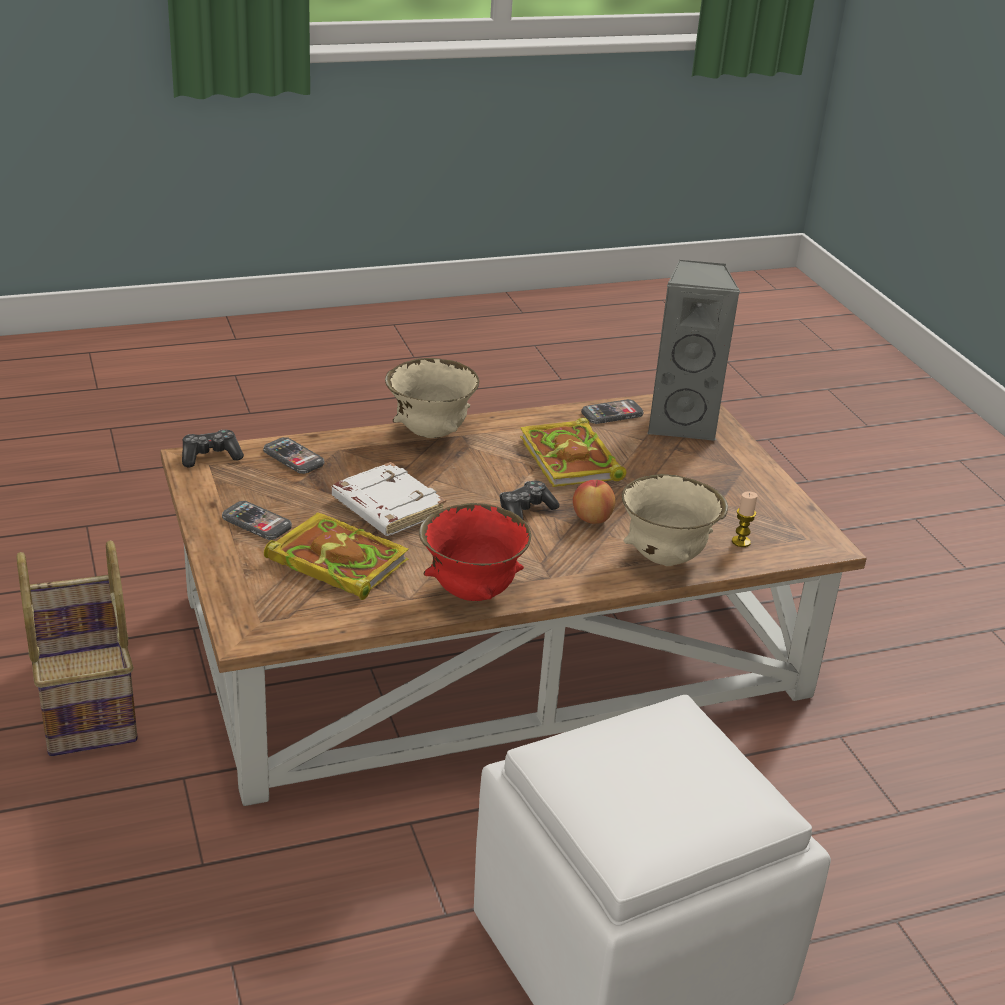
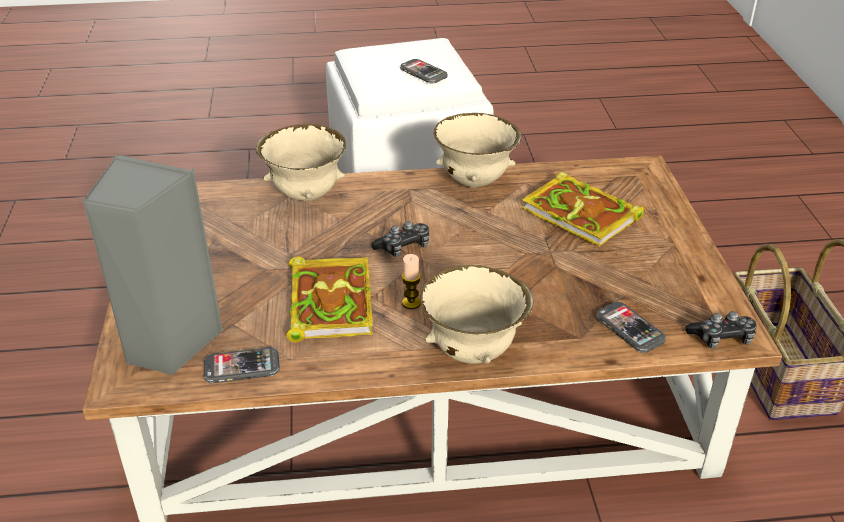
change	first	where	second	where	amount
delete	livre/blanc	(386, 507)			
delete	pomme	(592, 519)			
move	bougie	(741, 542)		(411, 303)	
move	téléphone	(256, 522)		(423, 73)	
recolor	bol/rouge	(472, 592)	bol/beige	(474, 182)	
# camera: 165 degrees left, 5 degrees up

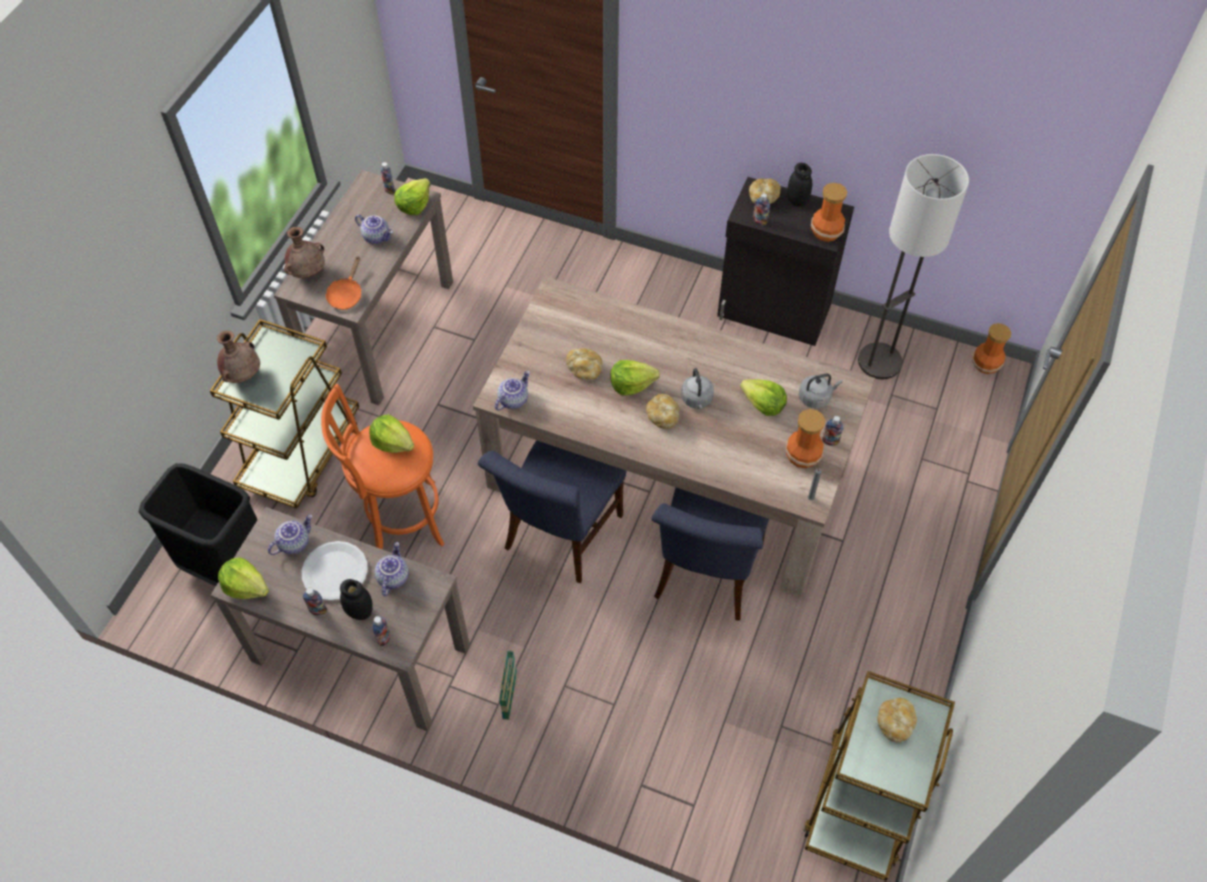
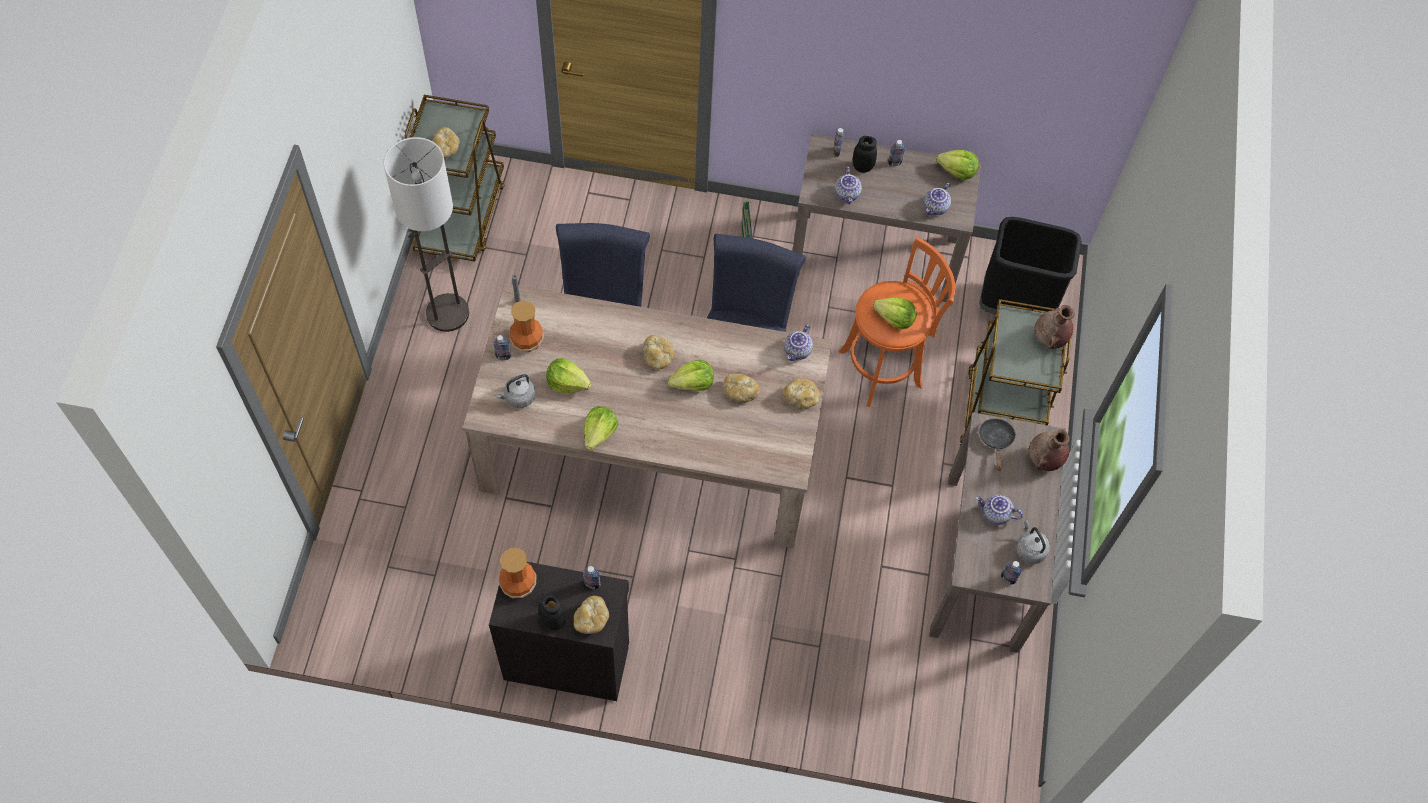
change	first	where	second	where	amount
move	lampadaire	(879, 361)		(447, 313)	
move	laitue	(414, 205)		(599, 433)	
recolor	poêle/orange	(346, 294)	poêle/noir	(996, 440)	
delete	vase	(987, 364)			
move	bouilloire/gris	(697, 400)		(1029, 549)	
delete	assiette/blanc	(335, 571)			
insert			pain	(801, 397)	
# camera: 165 degrees right, 5 degrees up

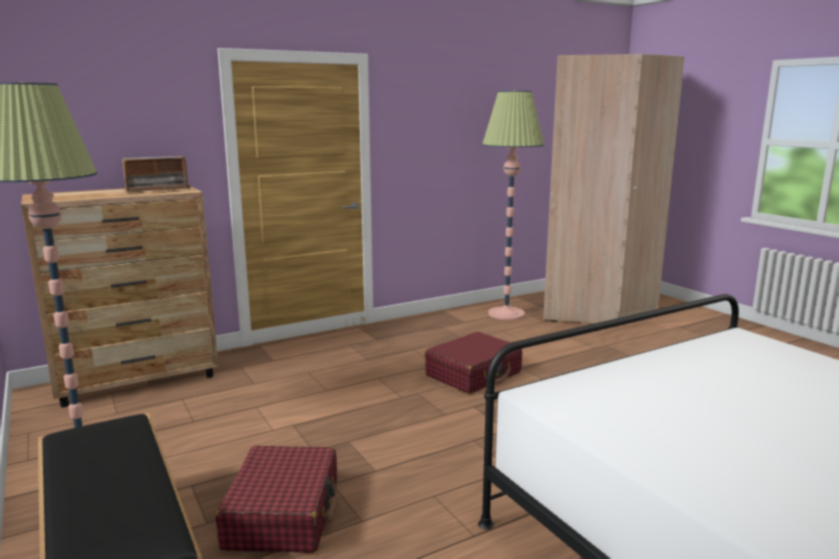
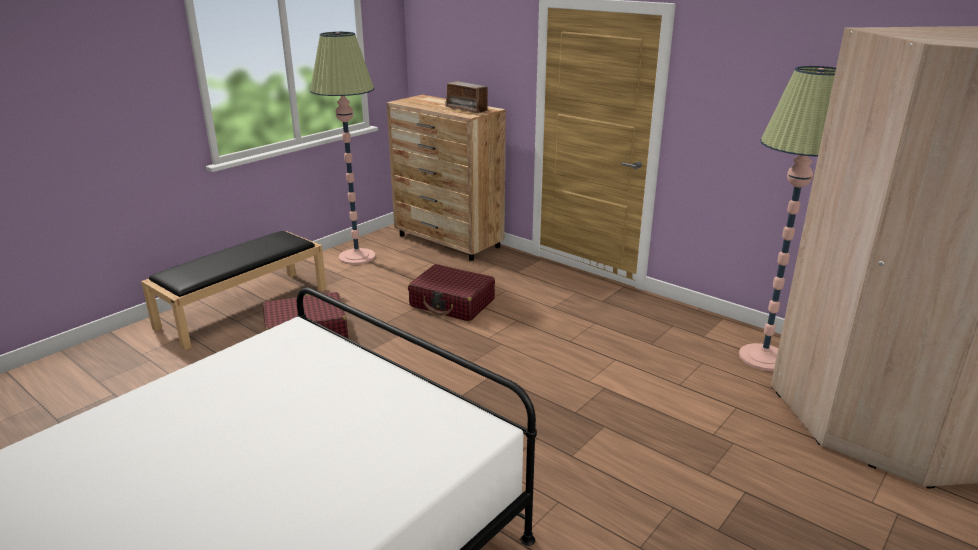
change	first	where	second	where	amount
move	valise/rouge	(474, 374)		(452, 303)	
# camera: 70 degrees right, 10 degrees up

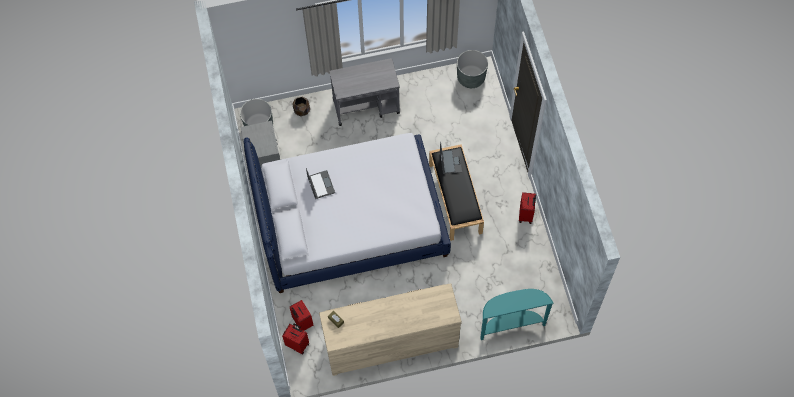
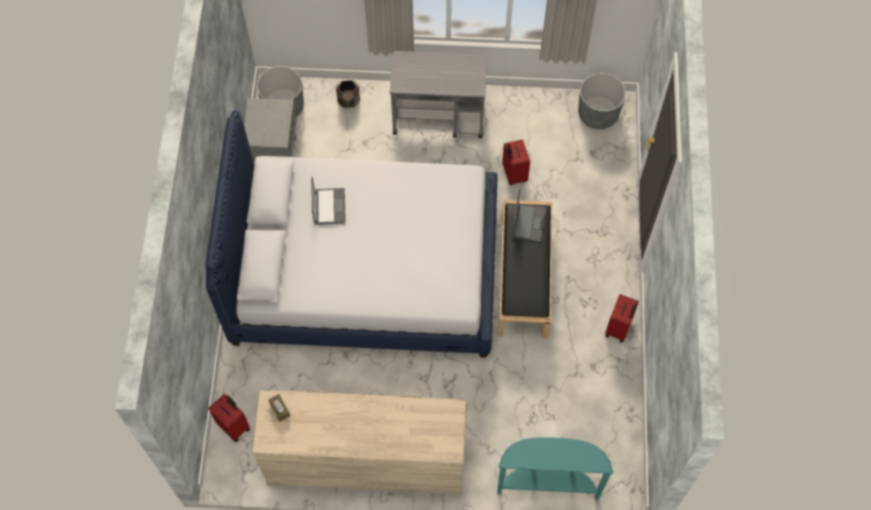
change	first	where	second	where	amount
move	valise/rouge	(302, 322)		(513, 174)	
# camera: 15 degrees right, 0 degrees up

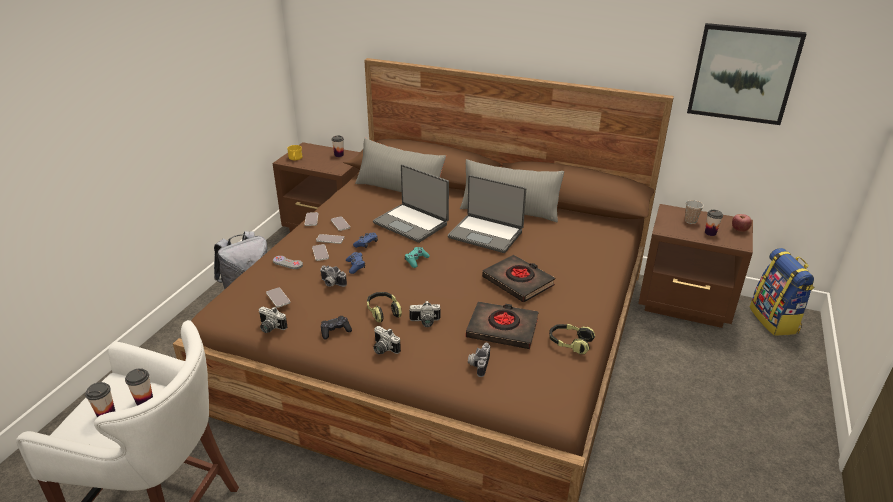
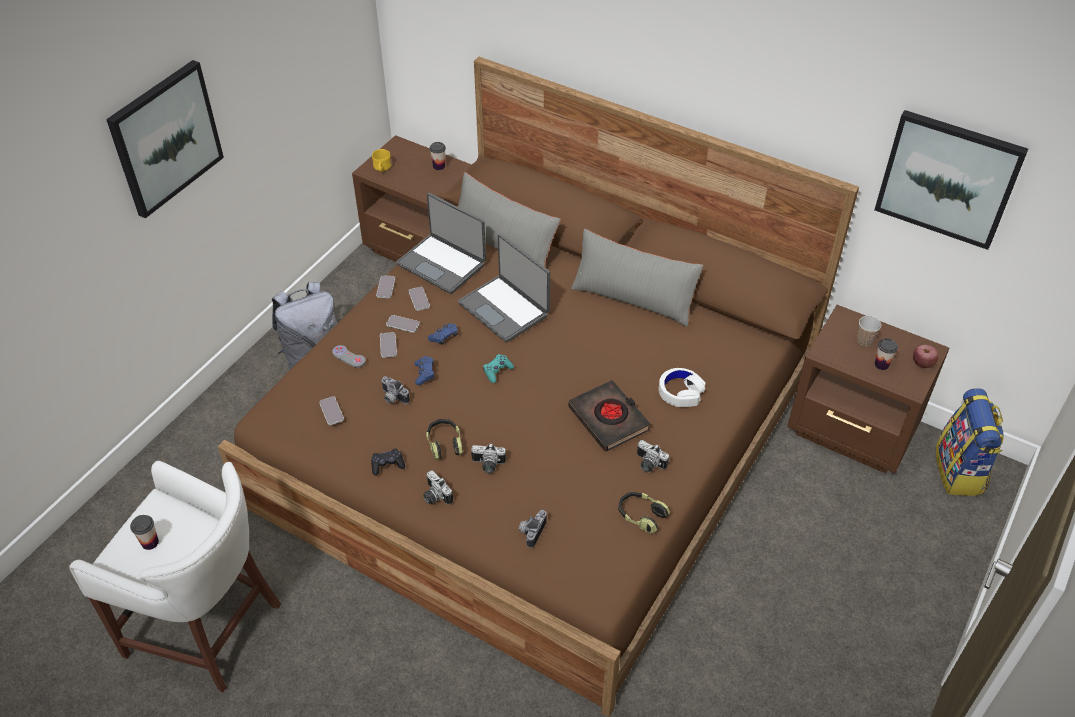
change	first	where	second	where	amount
move	ordinateur portable	(486, 234)		(442, 264)	
delete	livre/noir	(502, 329)			
move	appareil photo	(270, 328)		(648, 464)	
delete	tasse	(144, 400)			
insert			tableau	(165, 138)	
insert			casque audio/blanc	(680, 392)	
# camera: 10 degrees right, 15 degrees up

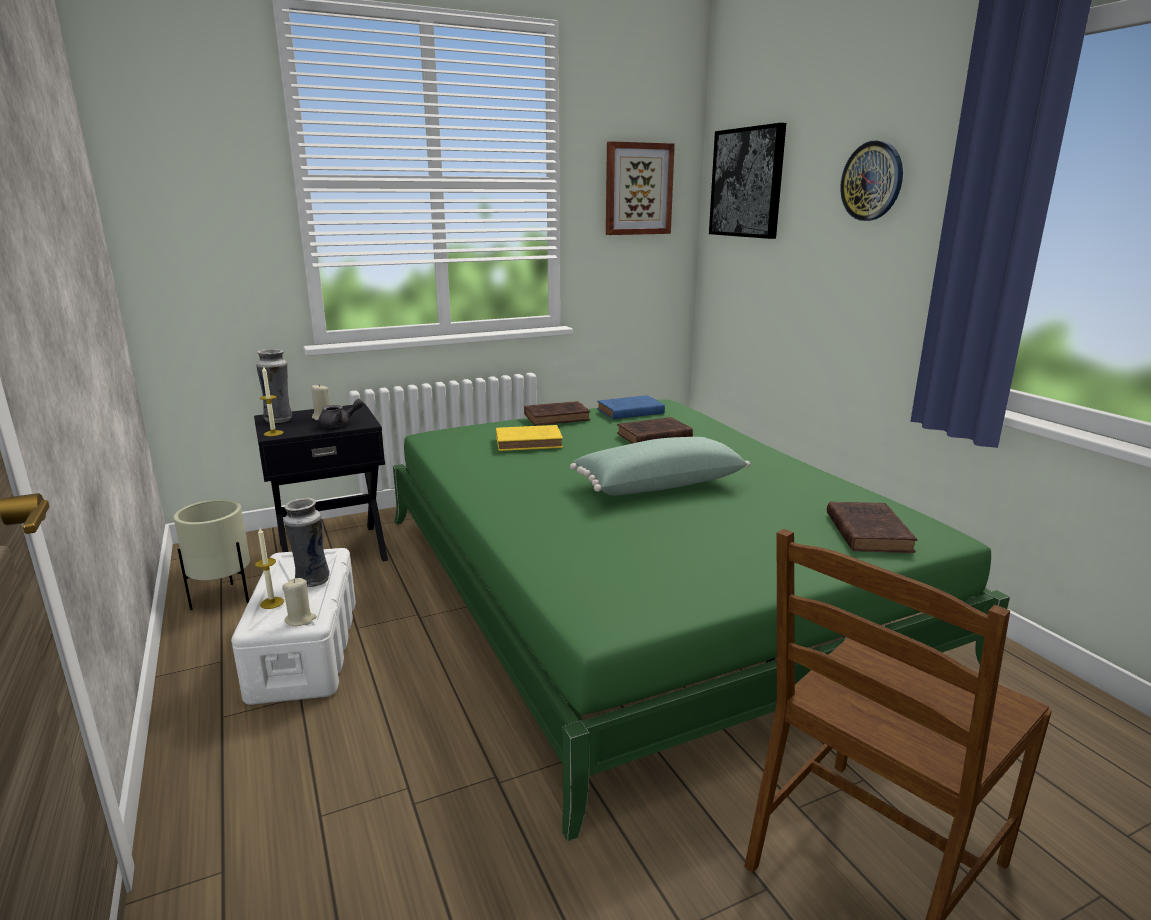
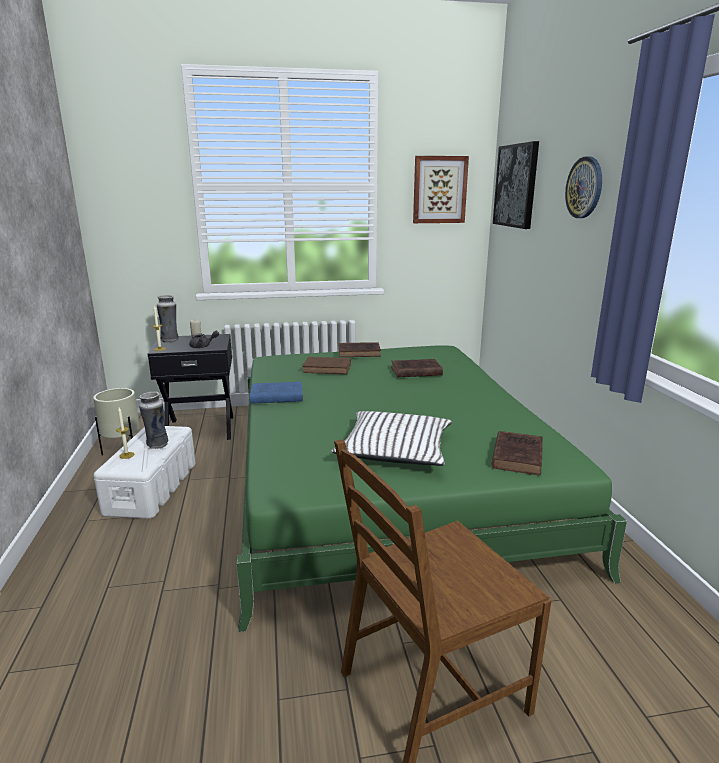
change	first	where	second	where	amount
move	livre/bleu	(628, 412)		(275, 396)	
recolor	livre/jaune	(530, 442)	livre/marron	(328, 368)	
delete	coussin/vert	(658, 484)			
delete	bougie/beige	(300, 619)			
insert			coussin/blanc	(395, 449)	
# camera: 15 degrees right, 0 degrees up

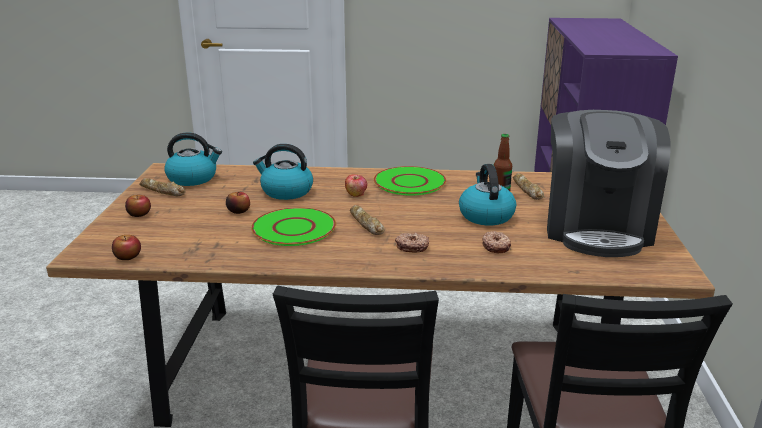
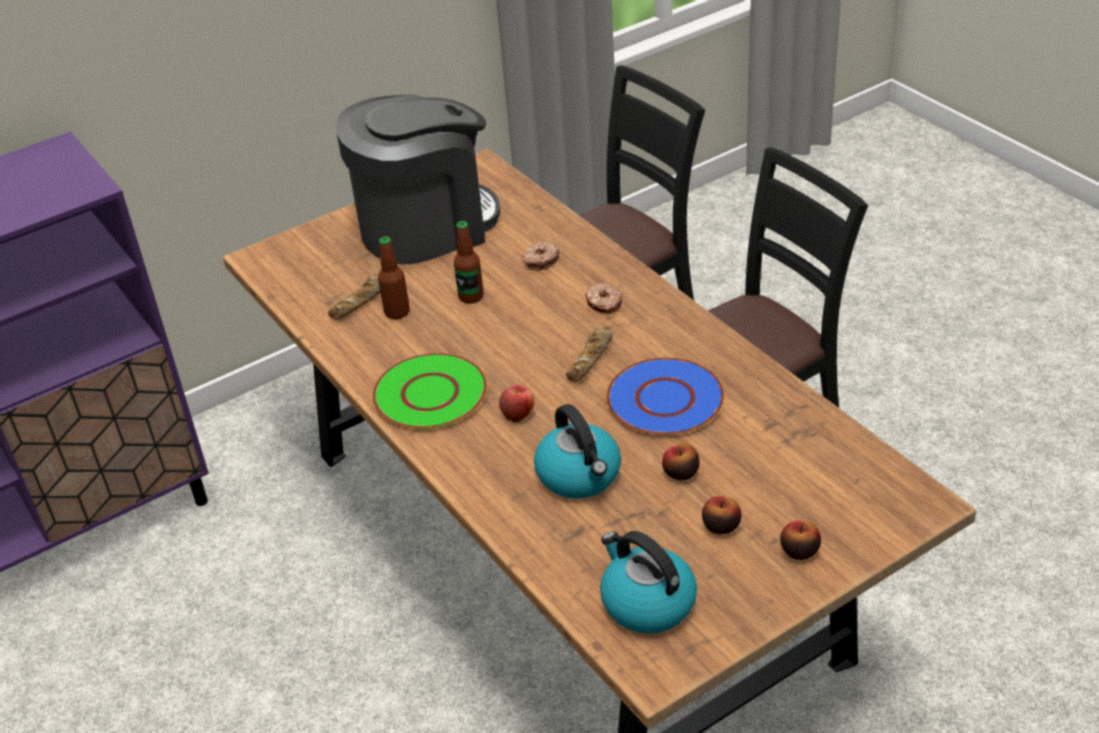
change	first	where	second	where	amount
replace	bouilloire	(485, 215)	bouteille	(471, 297)	
delete	pain	(162, 191)			
recolor	assiette/vert	(294, 228)	assiette/bleu	(665, 399)	
move	pomme	(128, 256)		(721, 525)	
# camera: 125 degrees left, 15 degrees up

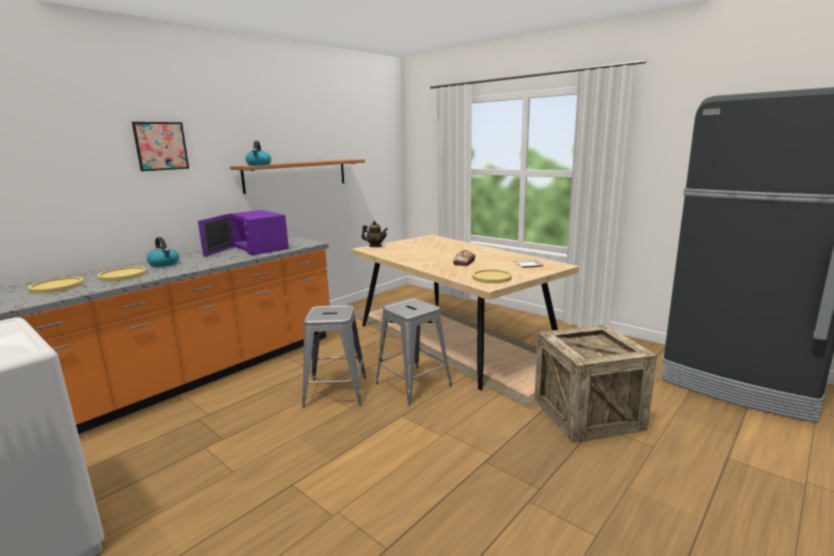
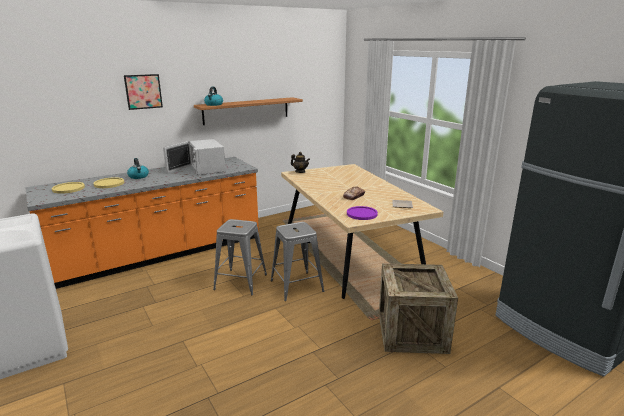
change	first	where	second	where	amount
recolor	micro-ondes/violet	(256, 248)	micro-ondes/blanc	(205, 168)	
recolor	assiette/jaune	(491, 277)	assiette/violet	(362, 214)	
# camera: 15 degrees right, 5 degrees up

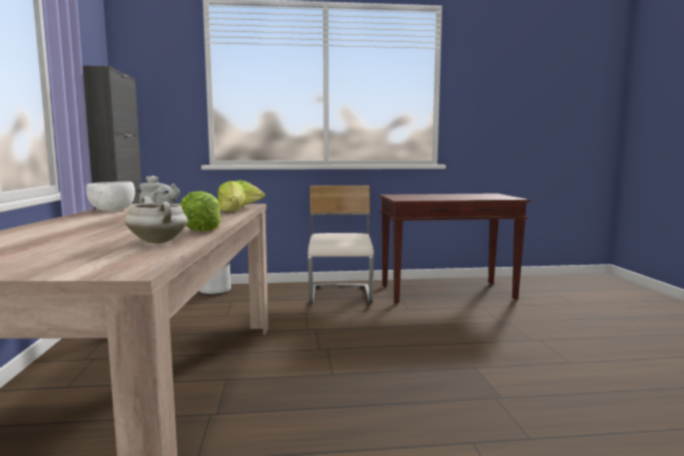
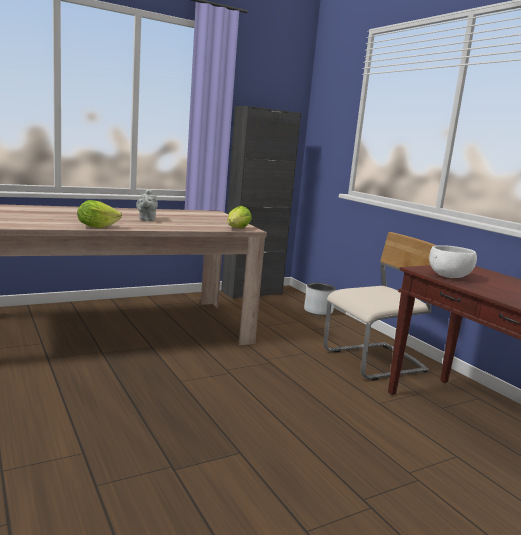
change	first	where	second	where	amount
delete	laitue	(232, 211)			
move	bol/blanc	(113, 210)		(449, 276)	
delete	marmite/blanc	(159, 242)			
# camera: 65 degrees right, 5 degrees up

